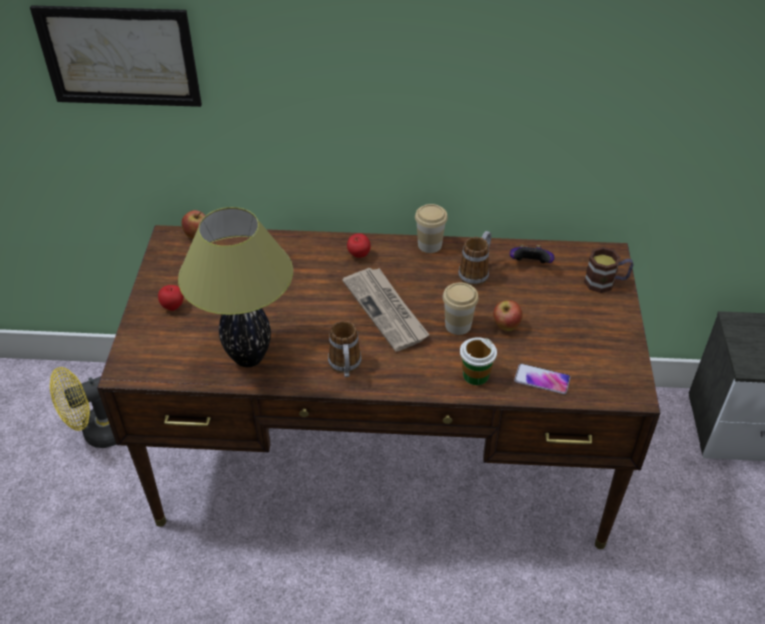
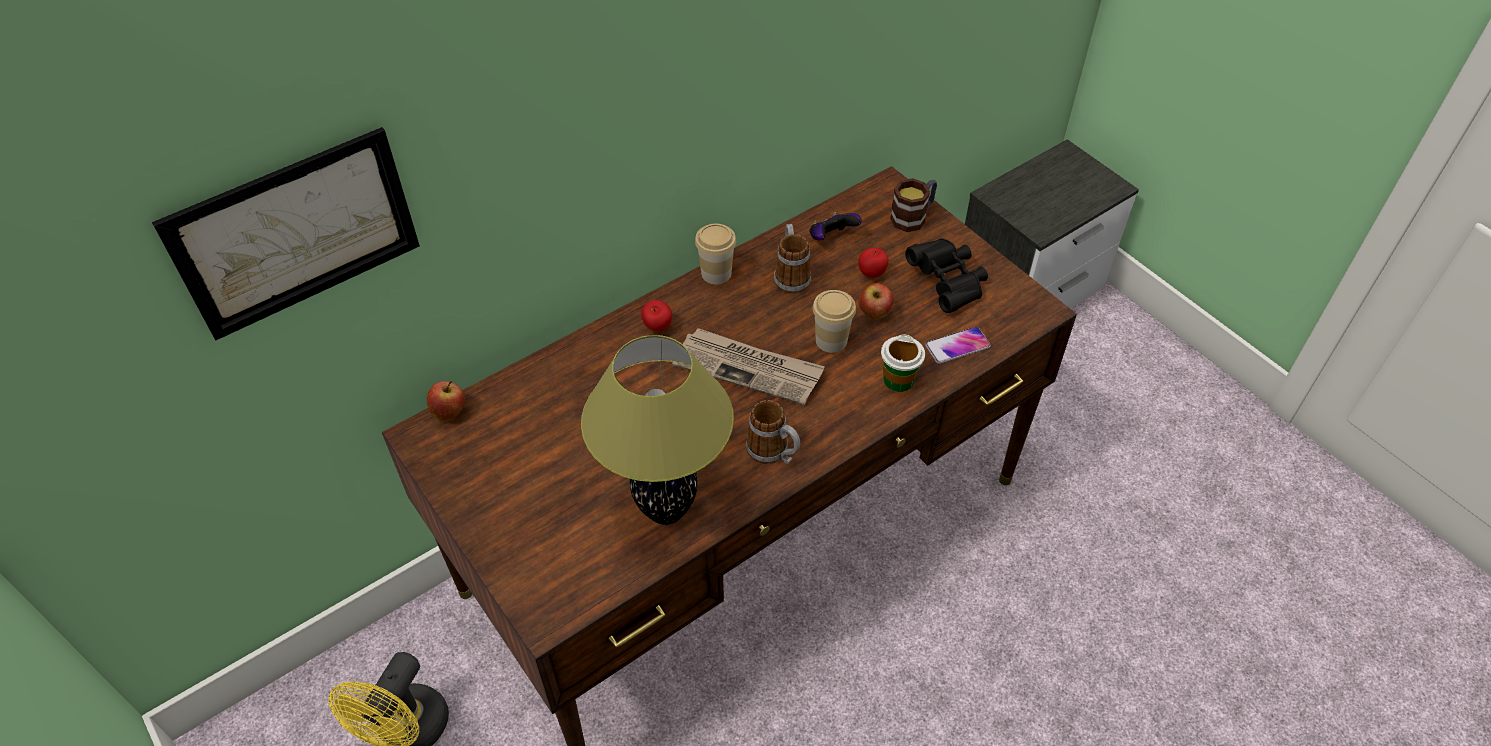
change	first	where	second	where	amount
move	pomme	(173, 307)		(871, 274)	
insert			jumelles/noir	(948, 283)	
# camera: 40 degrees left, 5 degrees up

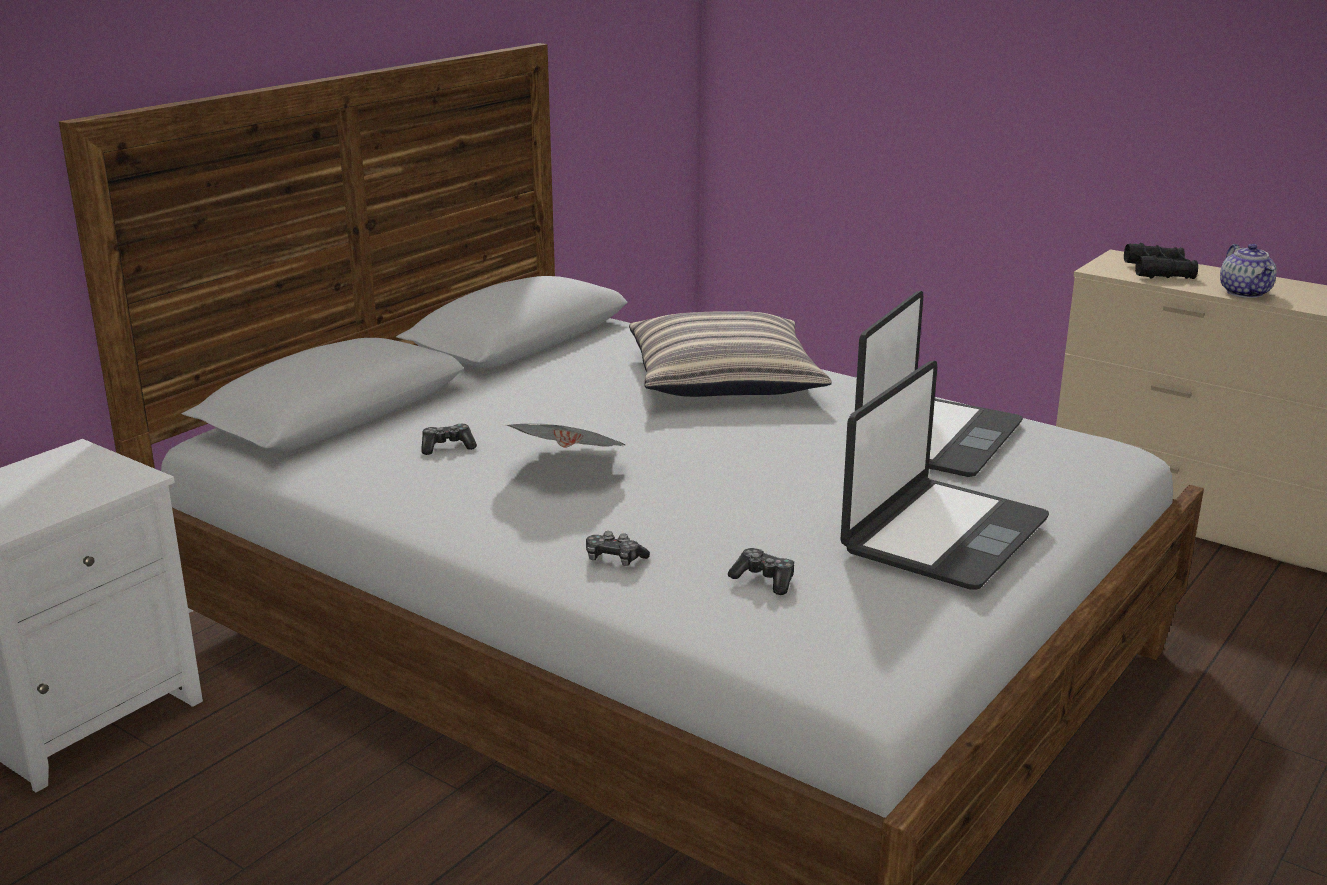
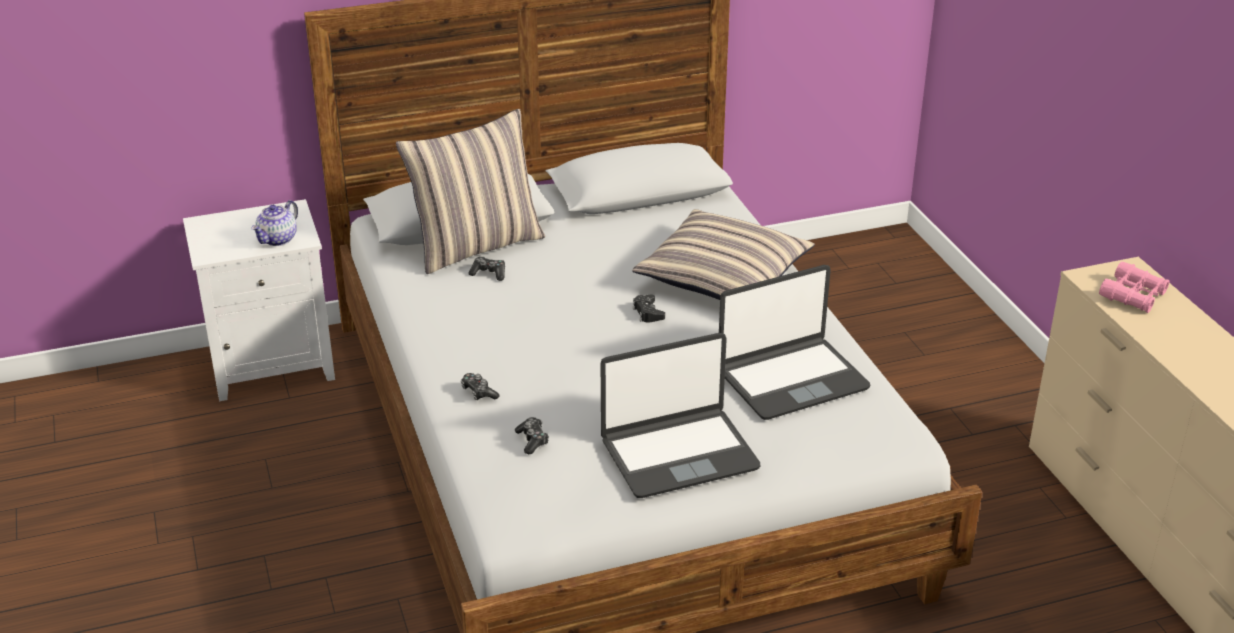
change	first	where	second	where	amount
recolor	jumelles/noir	(1159, 271)	jumelles/rose	(1133, 295)	
move	théière	(1245, 293)		(278, 239)	
delete	journal	(569, 467)			
insert			coussin	(476, 245)	
insert			manette/noir	(648, 313)	
# camera: 35 degrees right, 10 degrees up

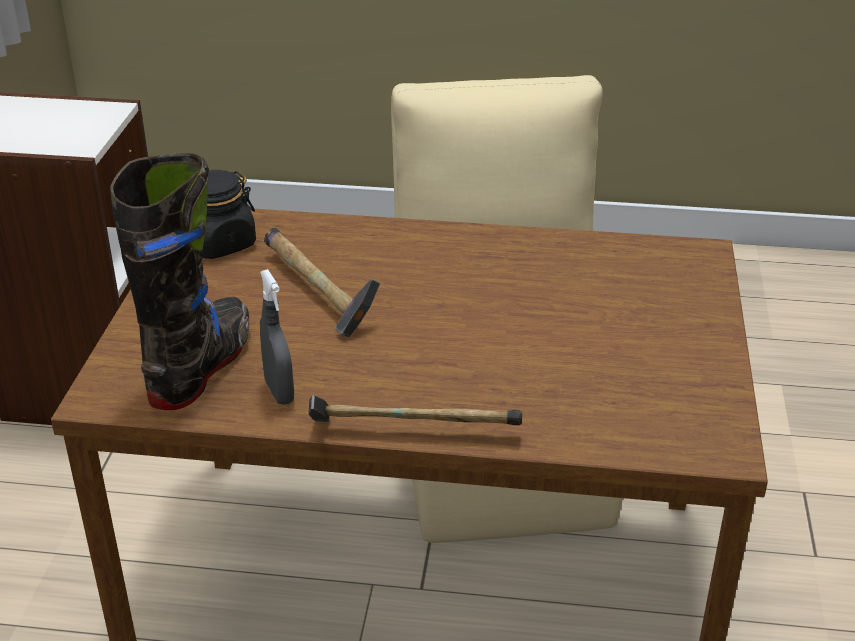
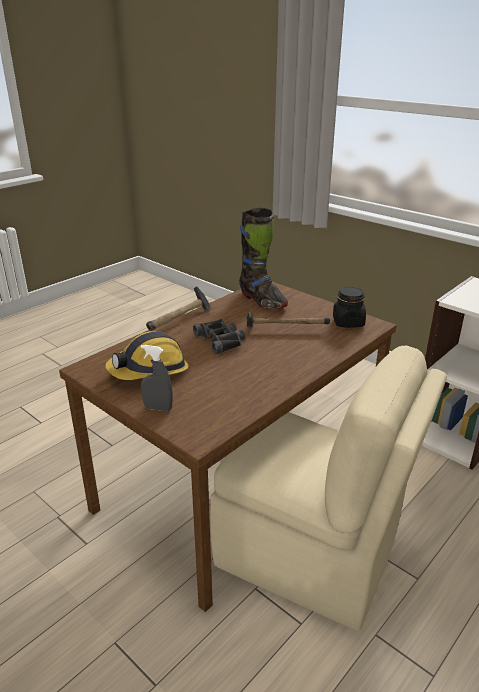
change	first	where	second	where	amount
move	vaporisateur/gris	(279, 392)		(158, 408)	
insert			jumelles/noir	(221, 340)	
insert			casque de chantier	(149, 370)	
# camera: 125 degrees right, 5 degrees down

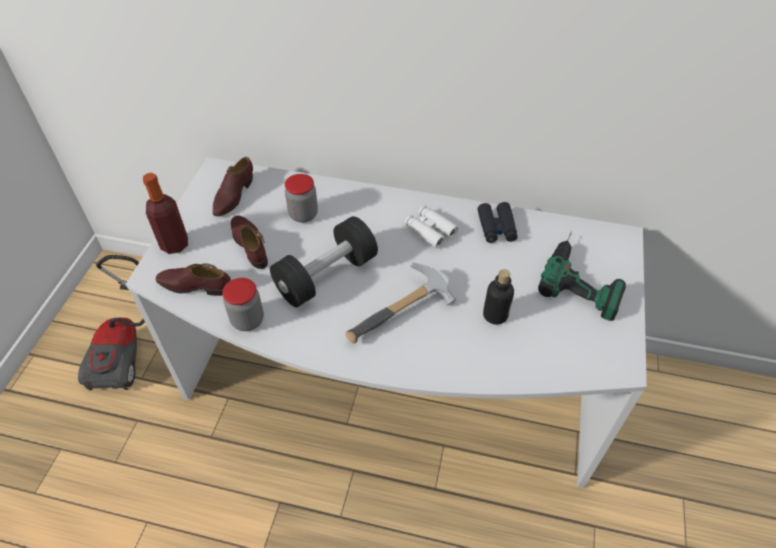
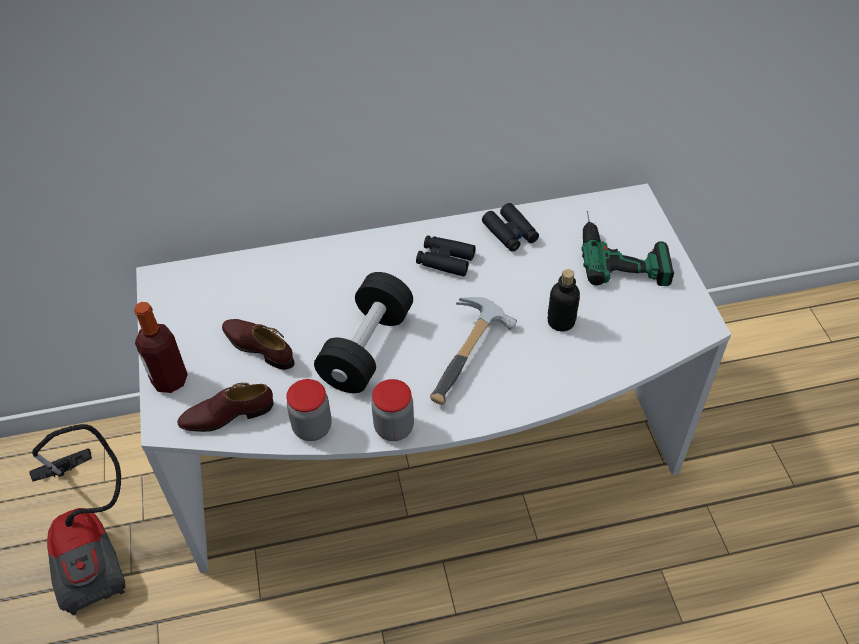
change	first	where	second	where	amount
delete	chaussure/marron	(233, 195)			
move	bocal	(303, 214)		(394, 428)	
recolor	jumelles/blanc	(430, 230)	jumelles/noir	(445, 260)	
# camera: 25 degrees left, 0 degrees up

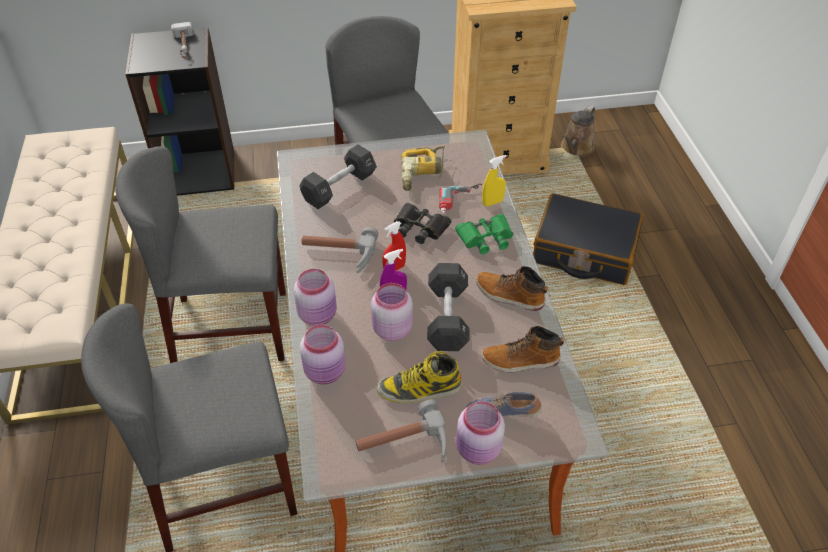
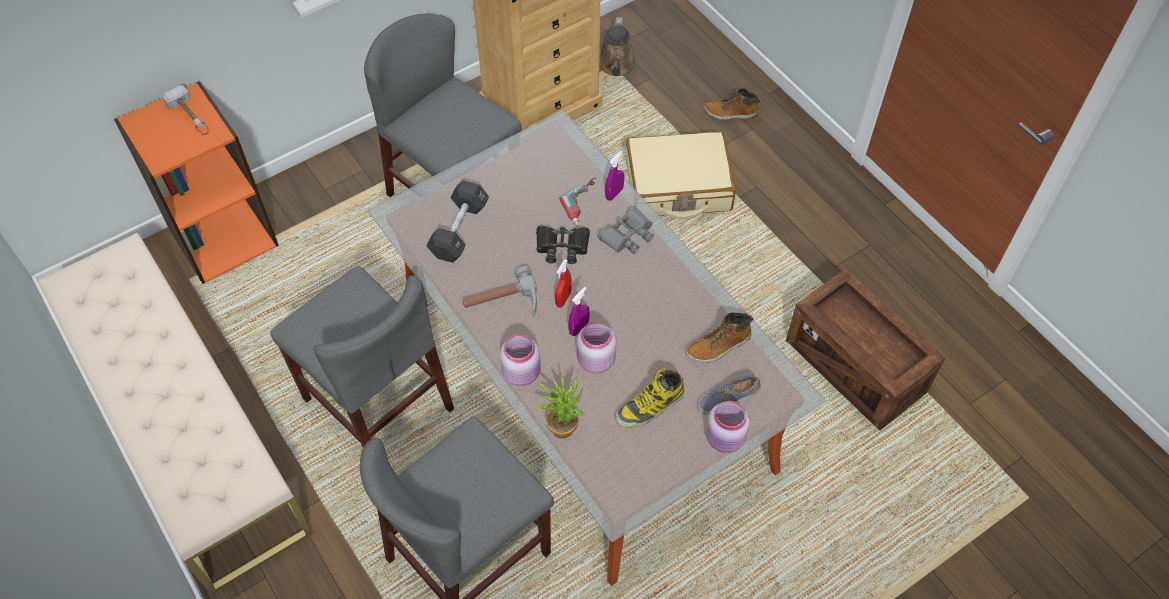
change	first	where	second	where	amount
recolor	bibliothèque/noir	(199, 171)	bibliothèque/orange	(224, 237)	
rotate	chaise/gris	(231, 329)		(378, 404)	105 degrees counterclockwise
delete	perceuse	(423, 174)			
recolor	vaporisateur/jaune	(492, 202)	vaporisateur/violet	(614, 194)	
recolor	valise/noir	(584, 251)	valise/beige	(677, 186)	
recolor	jumelles/vert	(485, 238)	jumelles/gris	(627, 235)	
delete	haltère/noir	(447, 317)			
move	botte	(509, 295)		(730, 113)	
replace	bocal/rose	(326, 372)	plante en pot	(562, 424)	
delete	marteau	(404, 447)			
insert			caisse	(855, 366)	
# camera: 25 degrees left, 10 degrees up

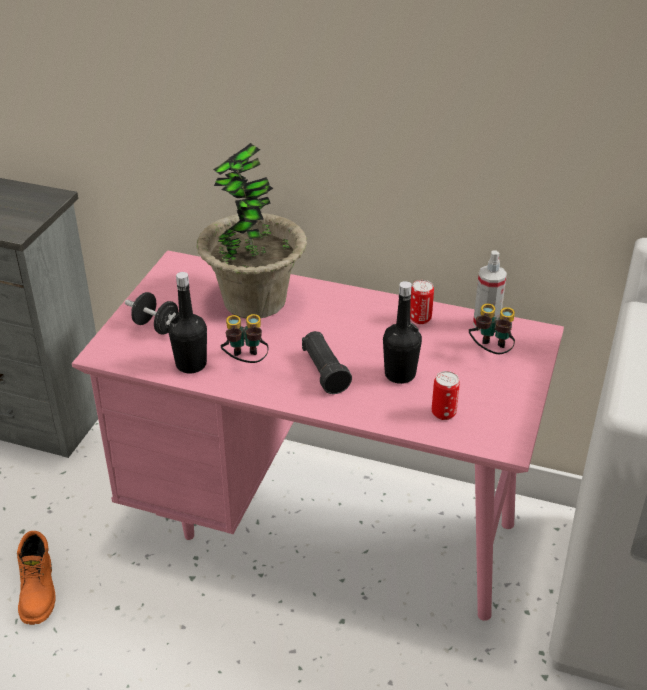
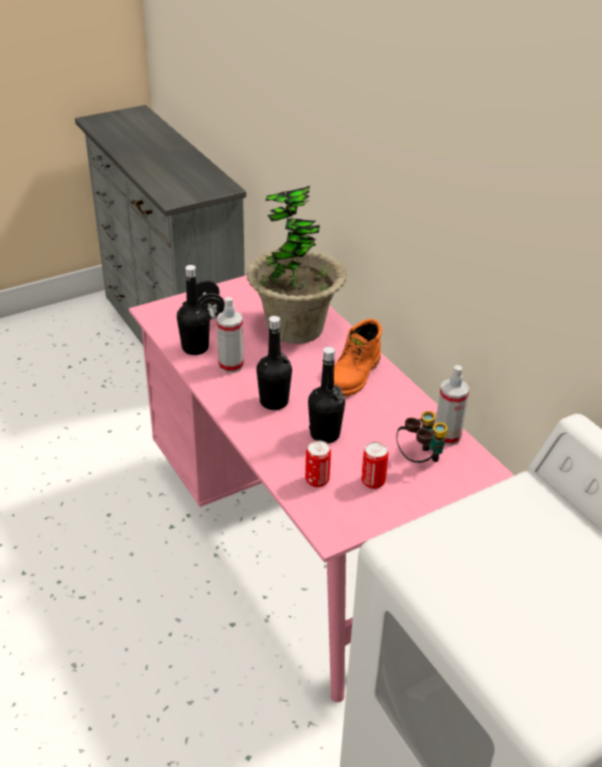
change	first	where	second	where	amount
move	boîte métallique	(420, 319)		(373, 482)	
replace	jumelles	(245, 362)	vaporisateur	(231, 365)	
replace	lampe de poche/noir	(324, 372)	bouteille/noir	(274, 402)	
move	botte/orange	(39, 591)		(353, 377)	
# camera: 40 degrees right, 0 degrees up

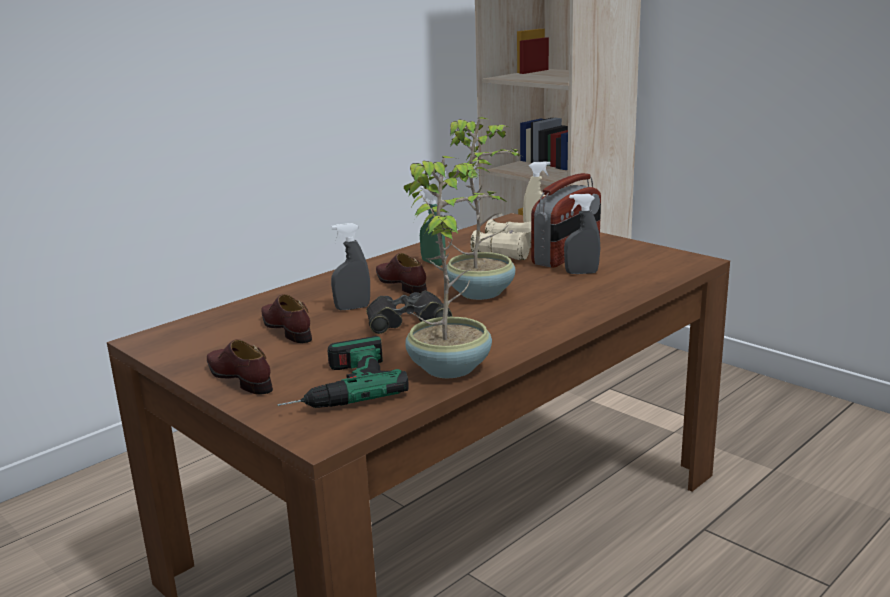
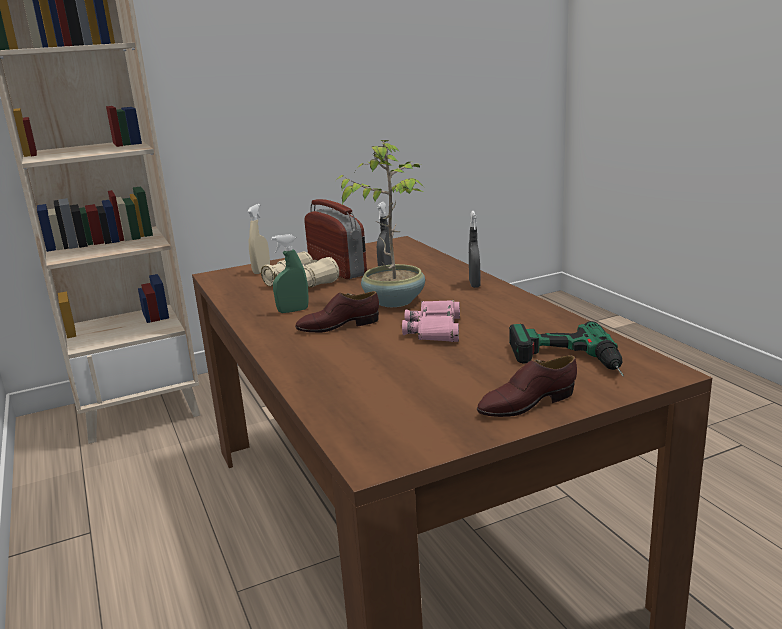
change	first	where	second	where	amount
delete	plante en pot	(451, 367)			
move	vaporisateur/gris	(352, 308)		(474, 284)	
recolor	jumelles/noir	(407, 320)	jumelles/rose	(435, 329)	
delete	chaussure/marron	(287, 329)			
# camera: 70 degrees left, 0 degrees up

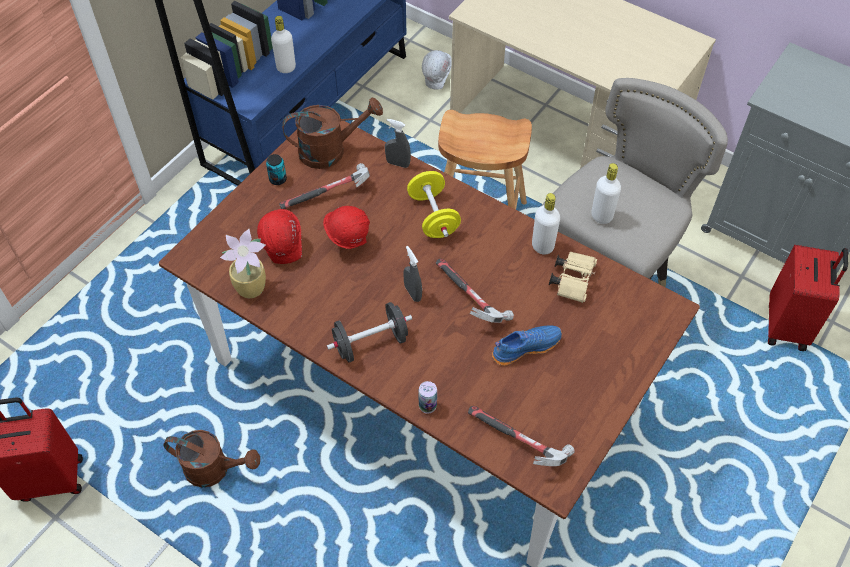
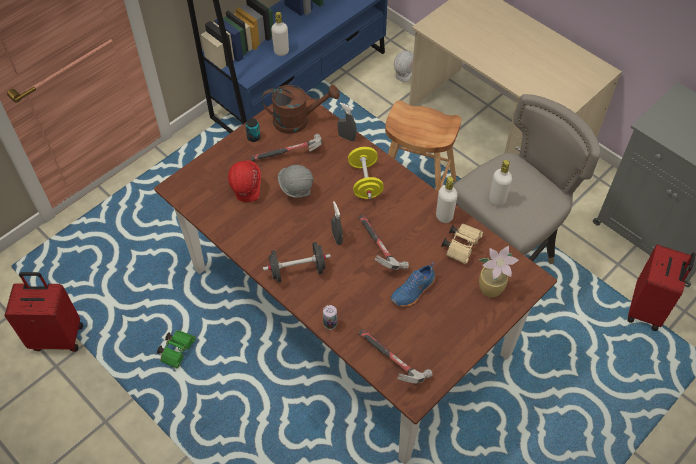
change	first	where	second	where	amount
recolor	casque de chantier/rouge	(348, 241)	casque de chantier/gris	(296, 191)	
move	plante en pot	(252, 288)		(492, 289)	
rotate	chaussure/bleu	(525, 347)		(413, 291)	150 degrees clockwise
replace	arrosoir/marron	(215, 470)	jumelles/vert	(177, 350)	
# camera: 10 degrees right, 0 degrees up

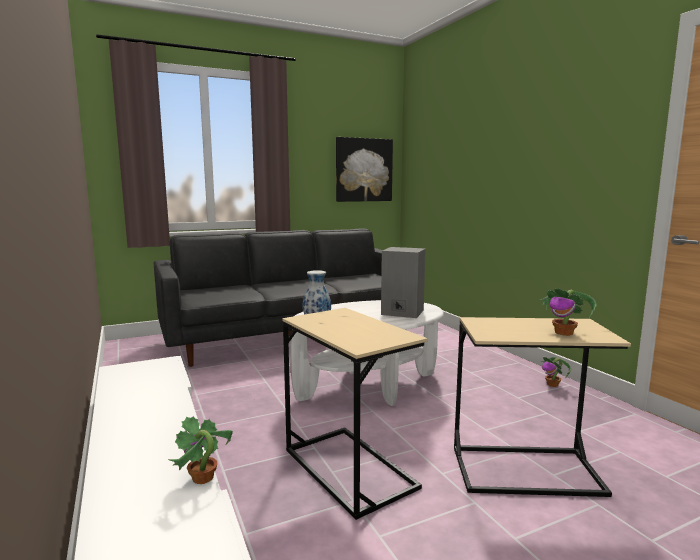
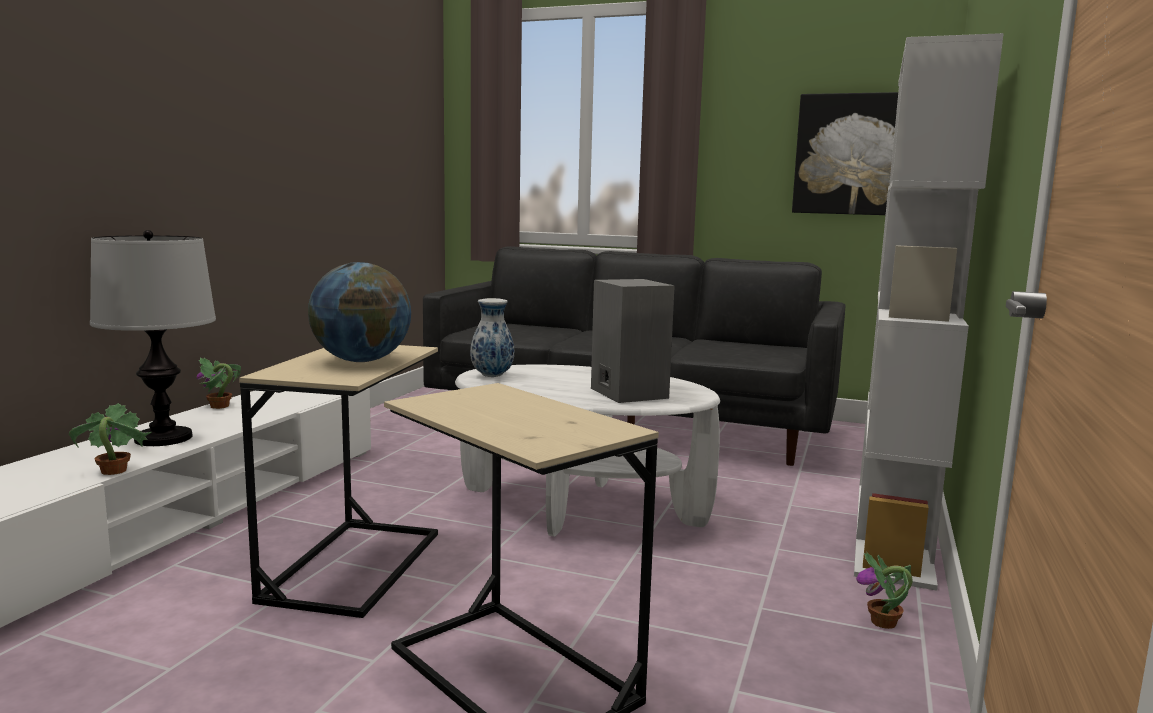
change	first	where	second	where	amount
move	plante en pot	(564, 333)		(219, 406)	
insert			bibliothèque/blanc	(894, 532)	
insert			lampe de table	(163, 438)	
insert			globe	(361, 361)	
# camera: 45 degrees right, 0 degrees up

